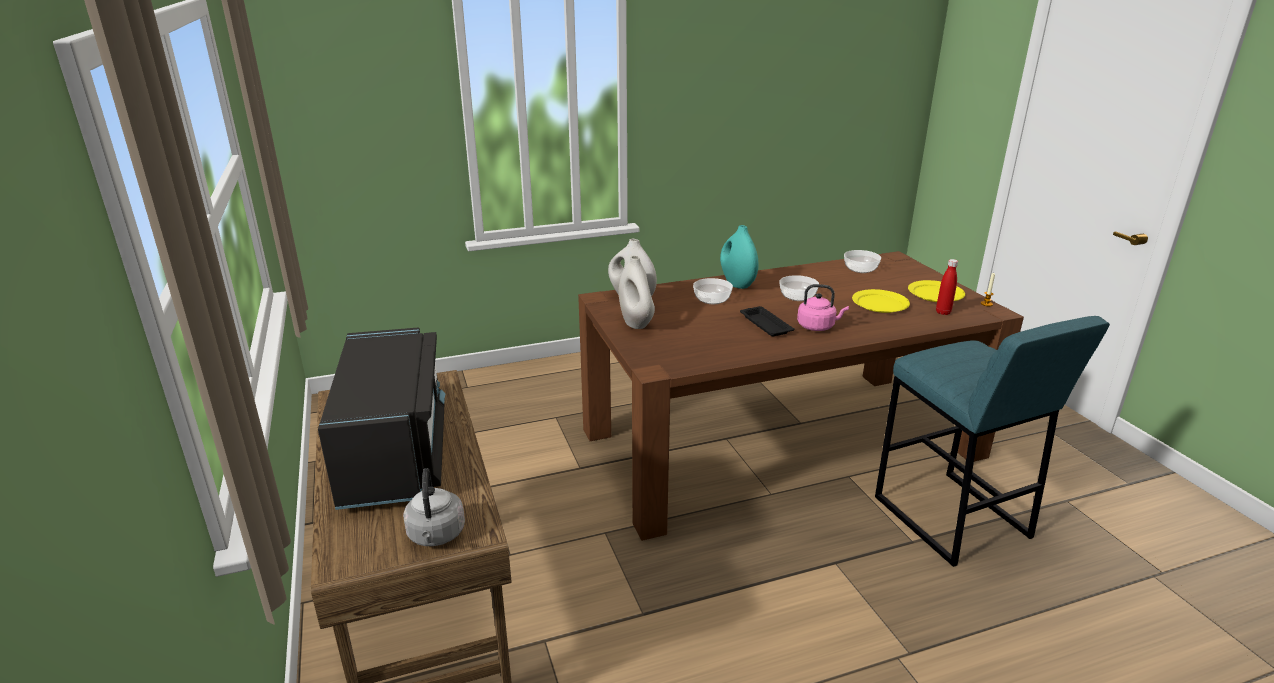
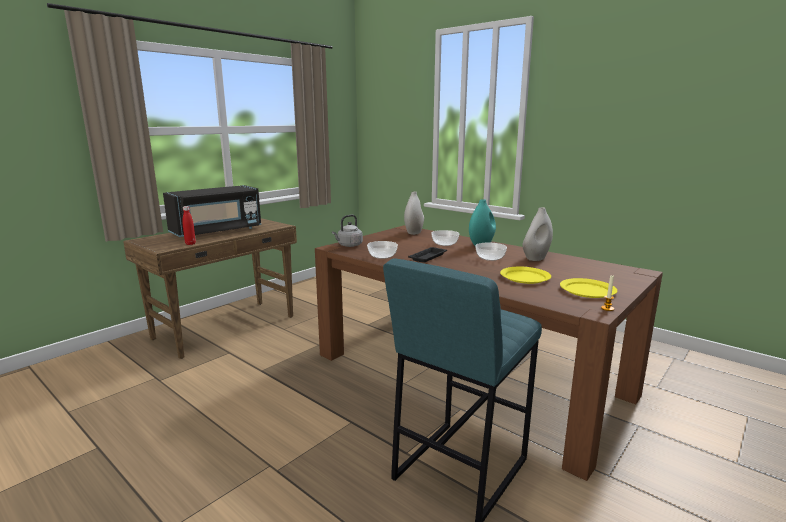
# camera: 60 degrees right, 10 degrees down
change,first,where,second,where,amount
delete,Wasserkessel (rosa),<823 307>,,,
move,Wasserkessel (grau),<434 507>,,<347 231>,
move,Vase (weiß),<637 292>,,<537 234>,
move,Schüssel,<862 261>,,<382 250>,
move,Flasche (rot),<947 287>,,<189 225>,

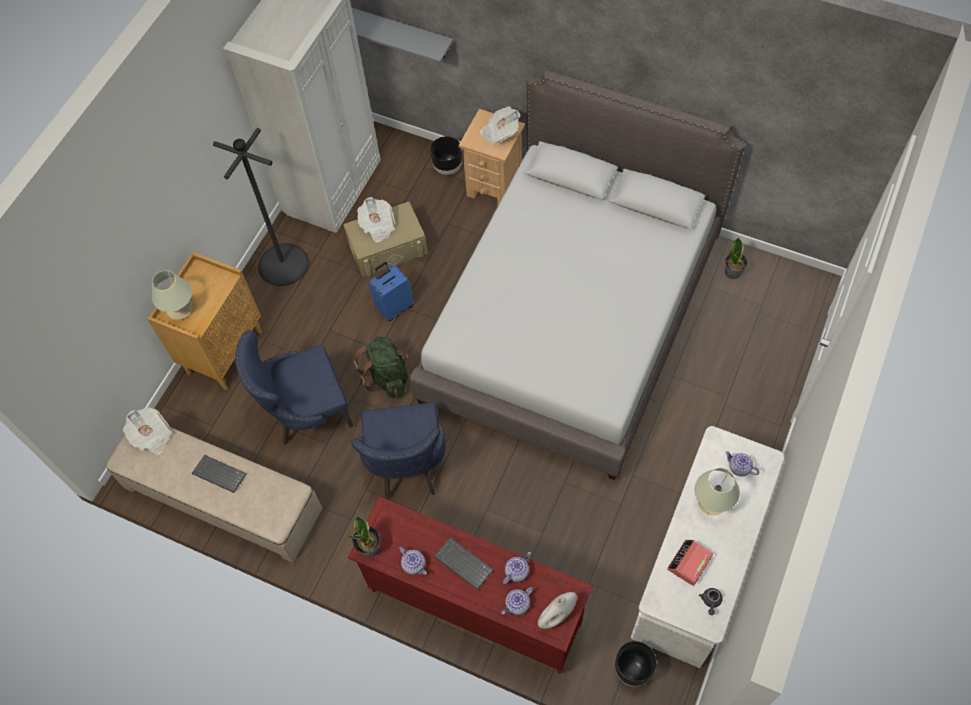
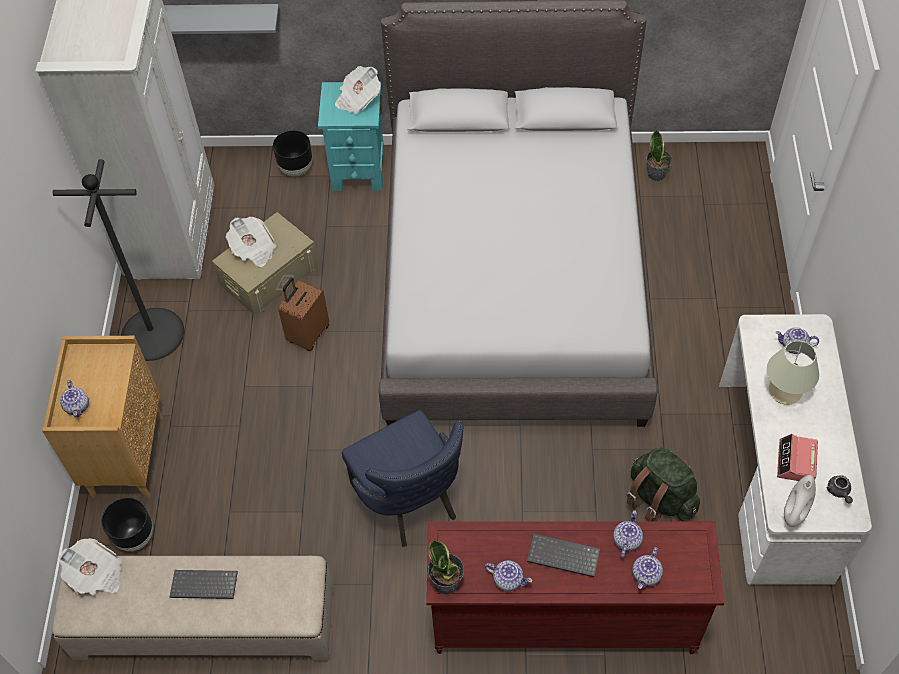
# camera: 25 degrees left, 5 degrees down
change,first,where,second,where,amount
delete,Stuhl (blau),<294 387>,,,
move,Rucksack (grün),<381 367>,,<663 484>,
move,Vase (weiß),<557 610>,,<800 501>,
move,Pflanzkübel (schwarz),<636 664>,,<127 524>,
replace,Tischlampe (beige),<172 295>,Teekanne,<74 399>,
recolor,Koffer (blau),<391 291>,Koffer (braun),<303 314>,
recolor,Nachttisch (beige),<492 158>,Nachttisch (türkis),<351 136>,

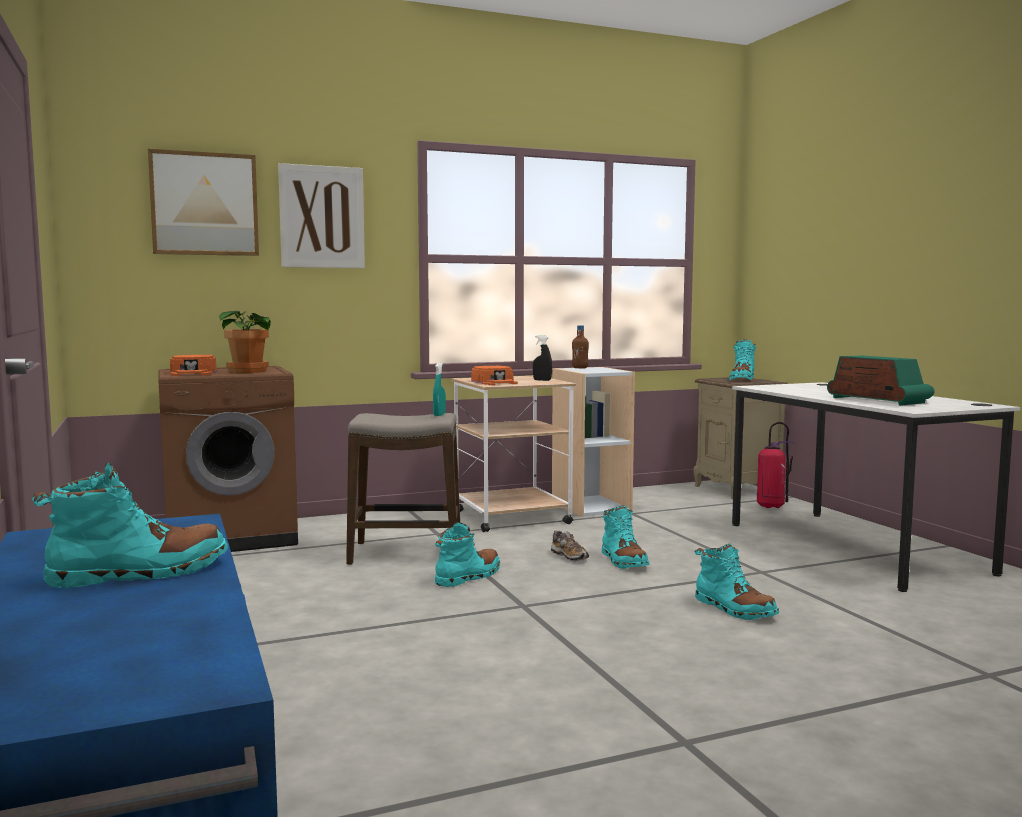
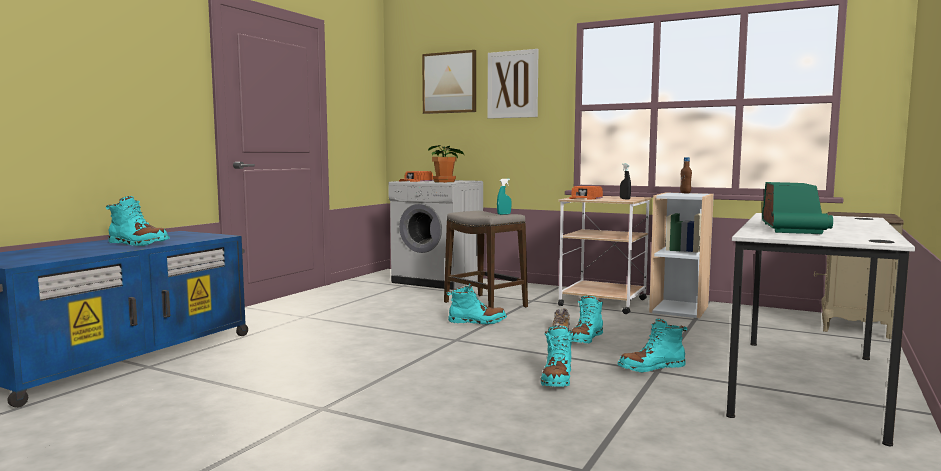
# camera: 50 degrees right, 0 degrees up
change,first,where,second,where,amount
delete,Feuerlöscher,<776 465>,,,
move,Stiefel (türkis),<742 359>,,<652 345>,
recolor,Waschmaschine (braun),<228 459>,Waschmaschine (weiß),<435 235>,

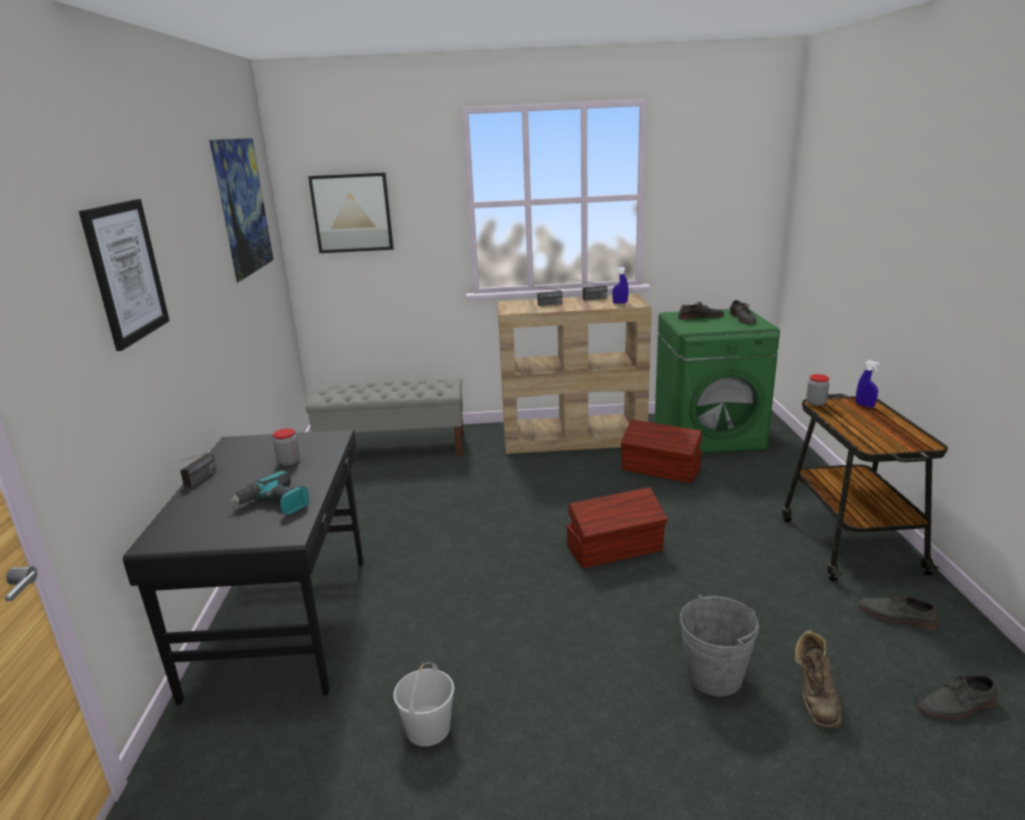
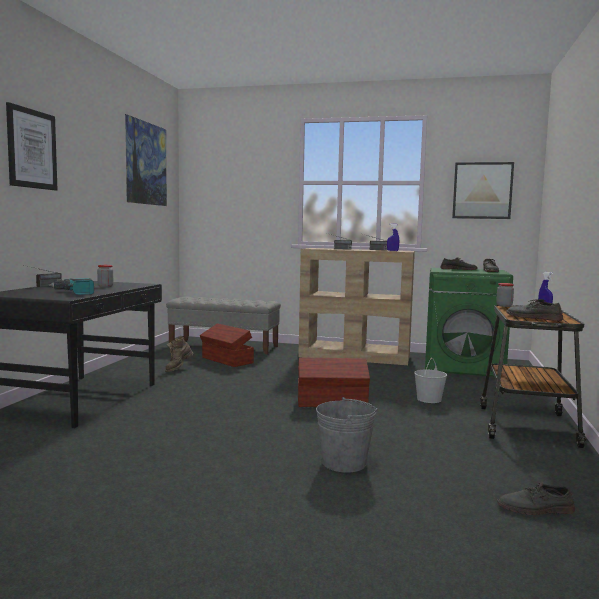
# camera: 15 degrees right, 15 degrees down
change,first,where,second,where,amount
move,Bild,<351 212>,,<483 190>,
move,Eimer (weiß),<424 704>,,<430 380>,
move,Aufbewahrungsbox (braun),<661 451>,,<227 345>,
move,Stiefel (braun),<818 679>,,<179 354>,
move,Schuh (grau),<898 612>,,<534 310>,

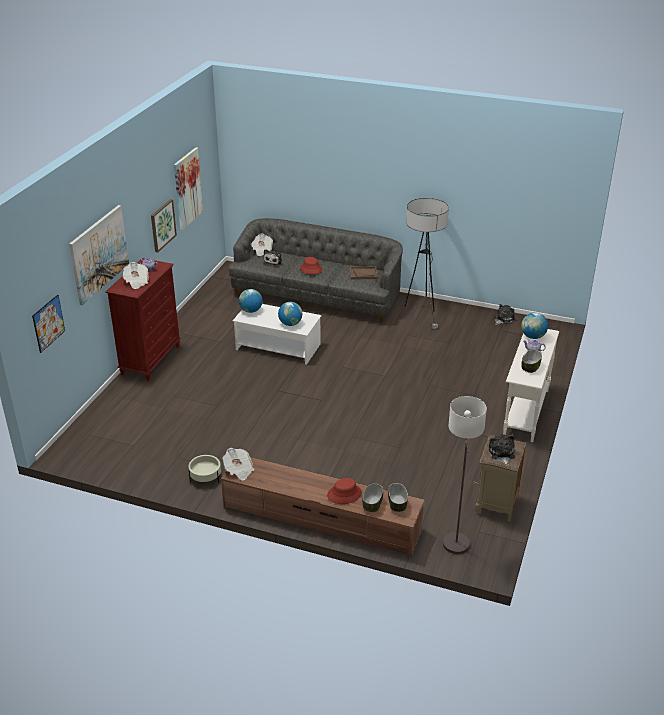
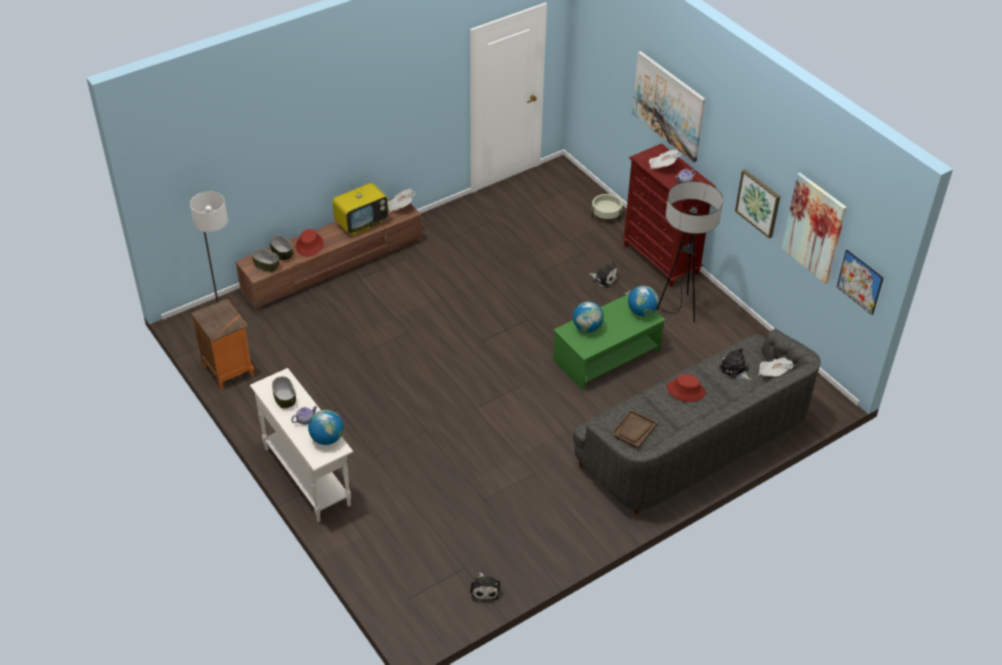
# camera: 125 degrees right, 10 degrees up
change,first,where,second,where,amount
insert,,,Fernseher,<360 206>,
move,Bild,<48 324>,,<860 282>,
move,Pflanzkübel (beige),<204 468>,,<607 207>,
move,Stehlampe,<426 263>,,<673 251>,
move,Plüschtier,<501 450>,,<603 275>,
recolor,Couchtisch (weiß),<277 334>,Couchtisch (grün),<609 341>,
recolor,Nachttisch (beige),<499 478>,Nachttisch (orange),<222 344>,

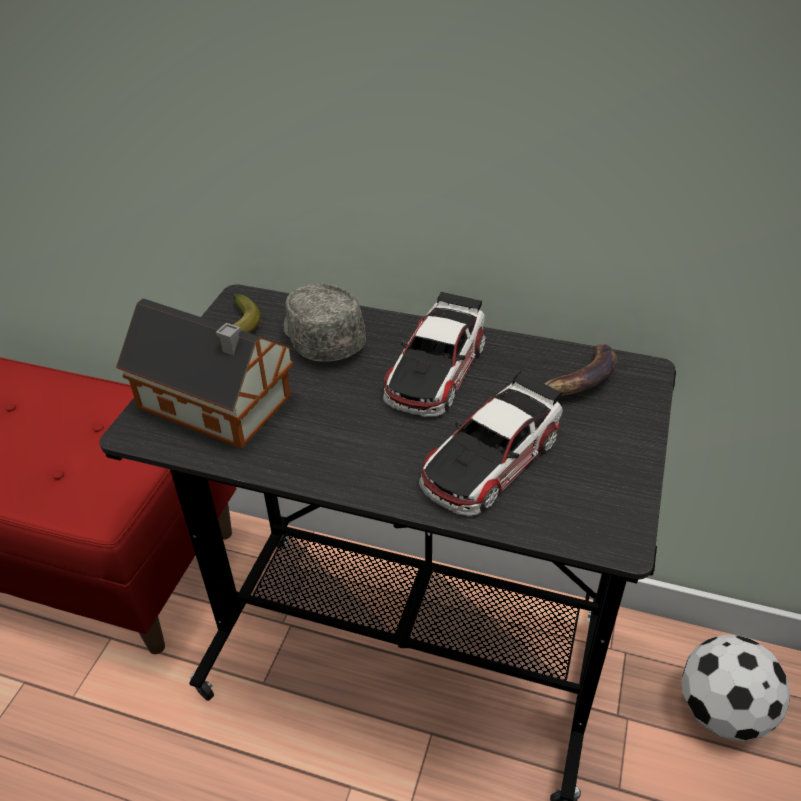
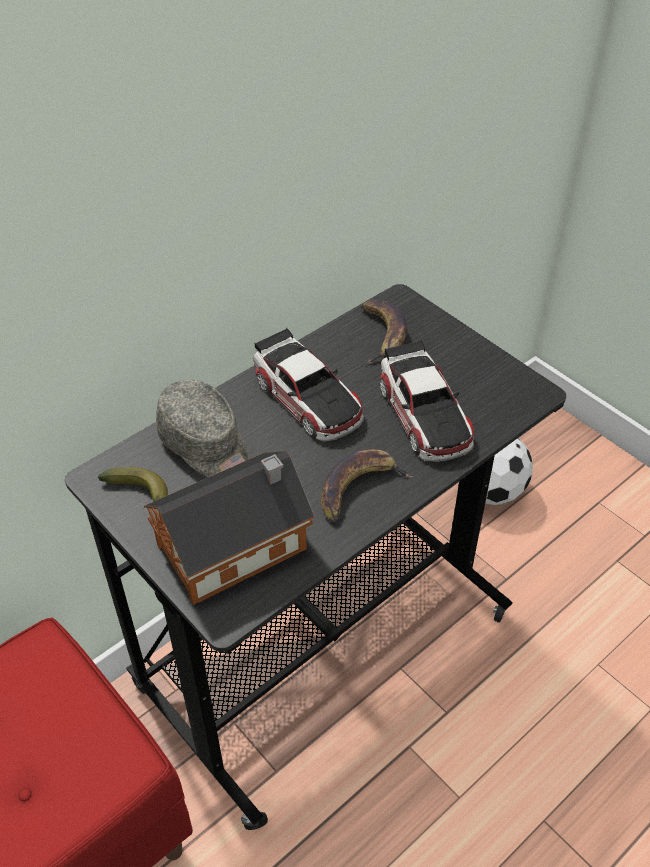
# camera: 60 degrees left, 5 degrees up
change,first,where,second,where,amount
insert,,,Banane,<367 485>,
rotate,Kappe (grau),<325 322>,,<203 428>,135 degrees counterclockwise

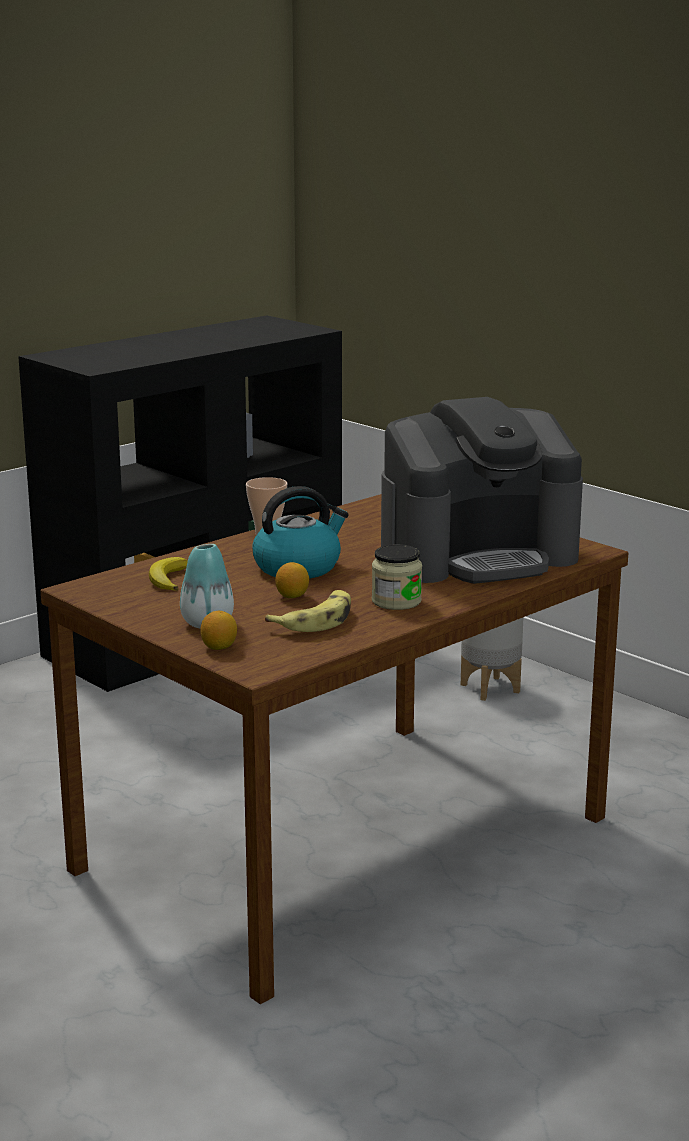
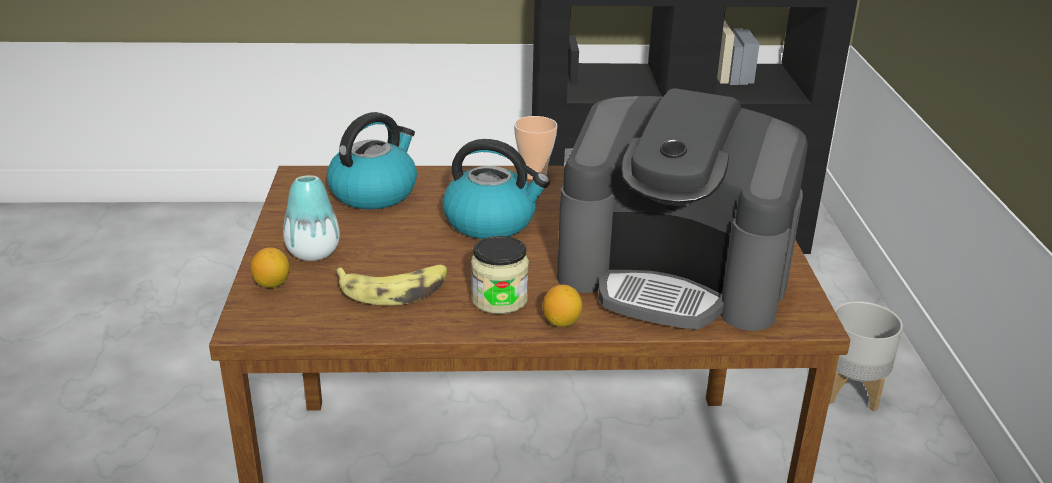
# camera: 40 degrees right, 10 degrees up
change,first,where,second,where,amount
move,Zitrone,<292 580>,,<562 306>,
replace,Banane,<168 574>,Wasserkessel,<372 160>,

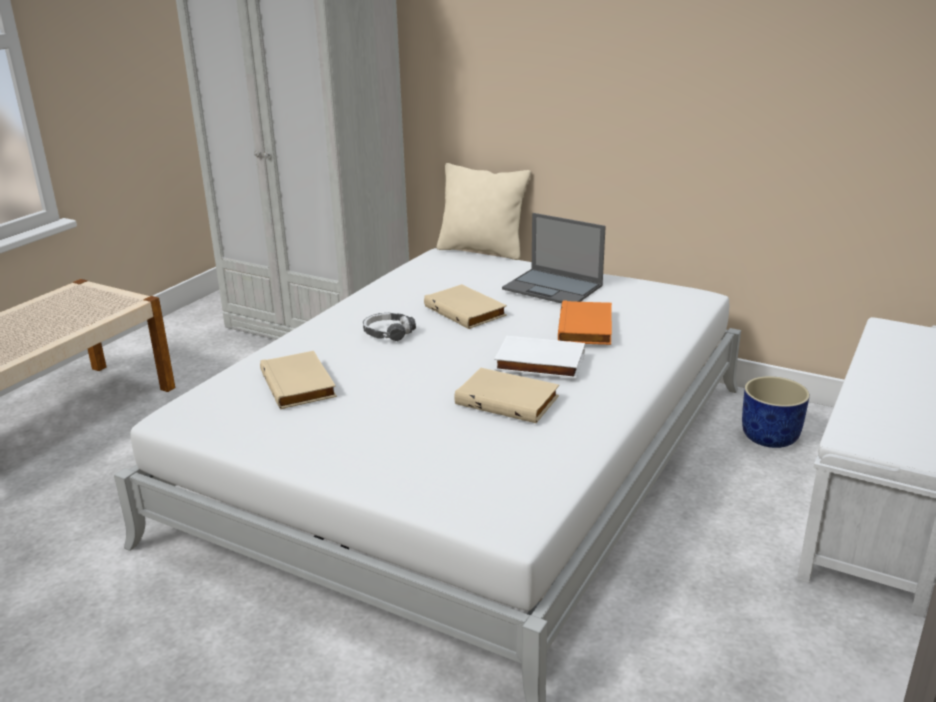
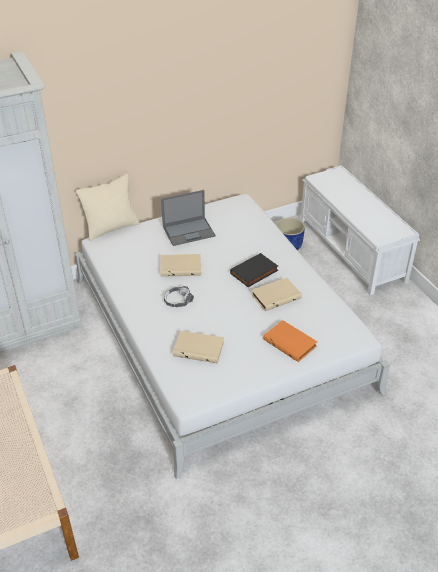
# camera: 55 degrees left, 15 degrees up
change,first,where,second,where,amount
move,Buch (orange),<585 322>,,<290 341>,
recolor,Buch (weiß),<539 357>,Buch (schwarz),<254 270>,

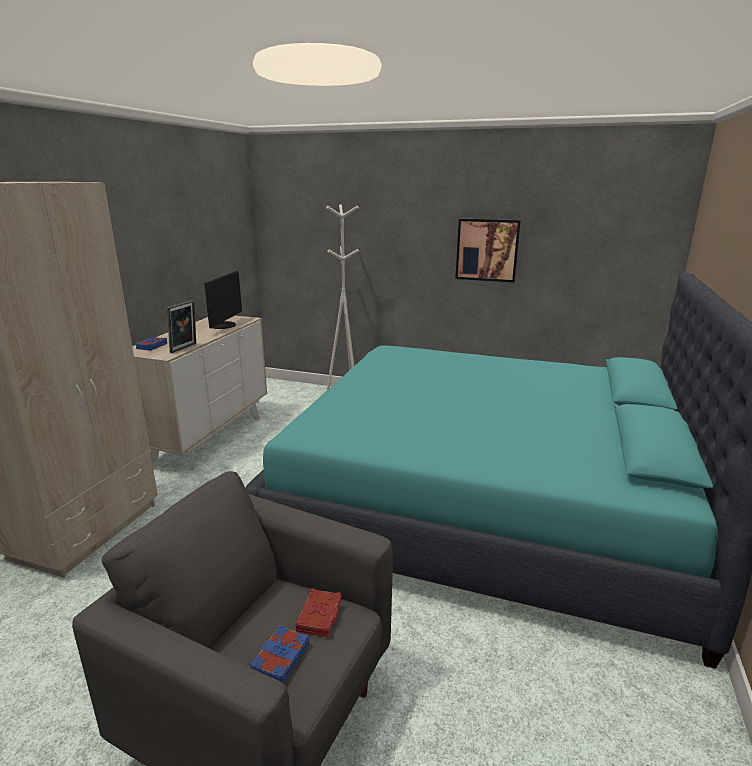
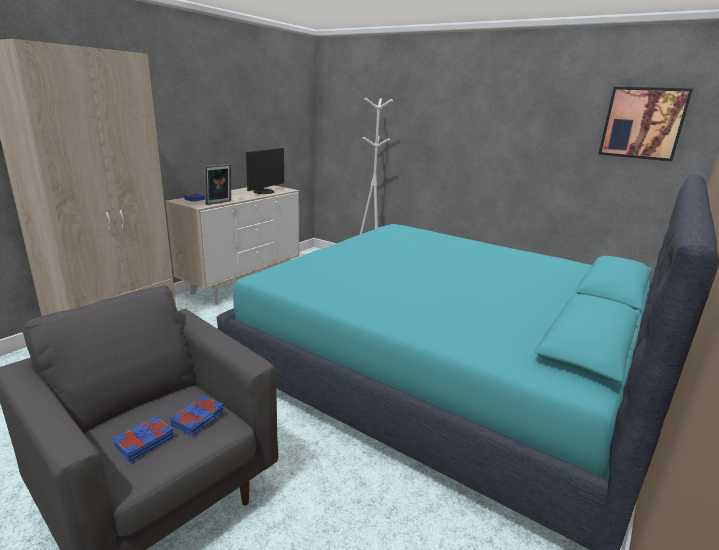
# camera: 15 degrees right, 0 degrees up
change,first,where,second,where,amount
move,Bild,<488 251>,,<645 124>,
recolor,Buch (rot),<318 613>,Buch (blau),<197 415>,

